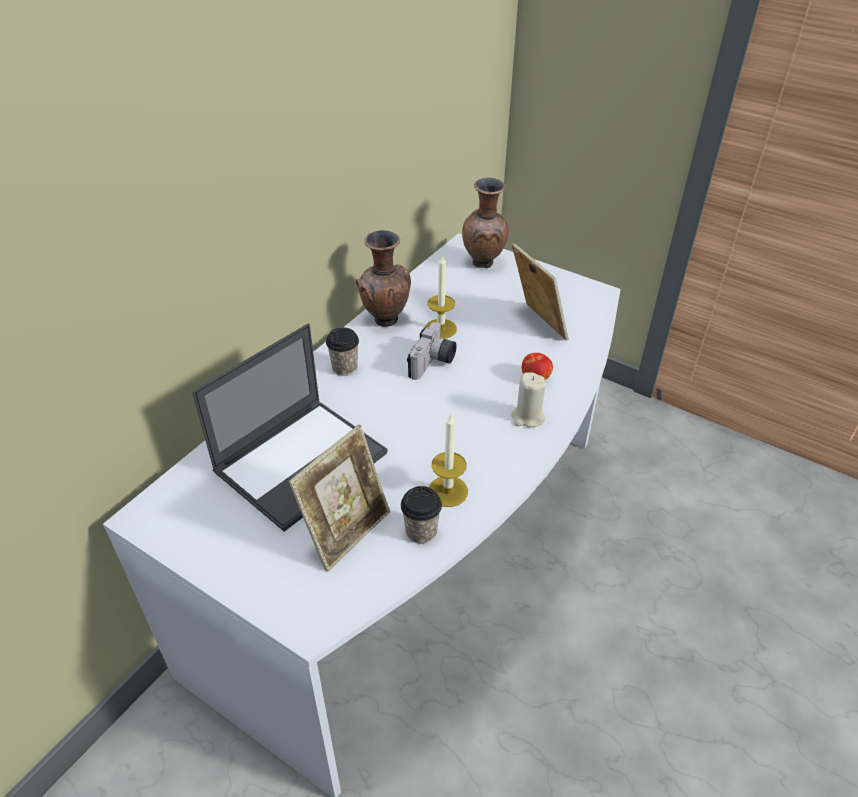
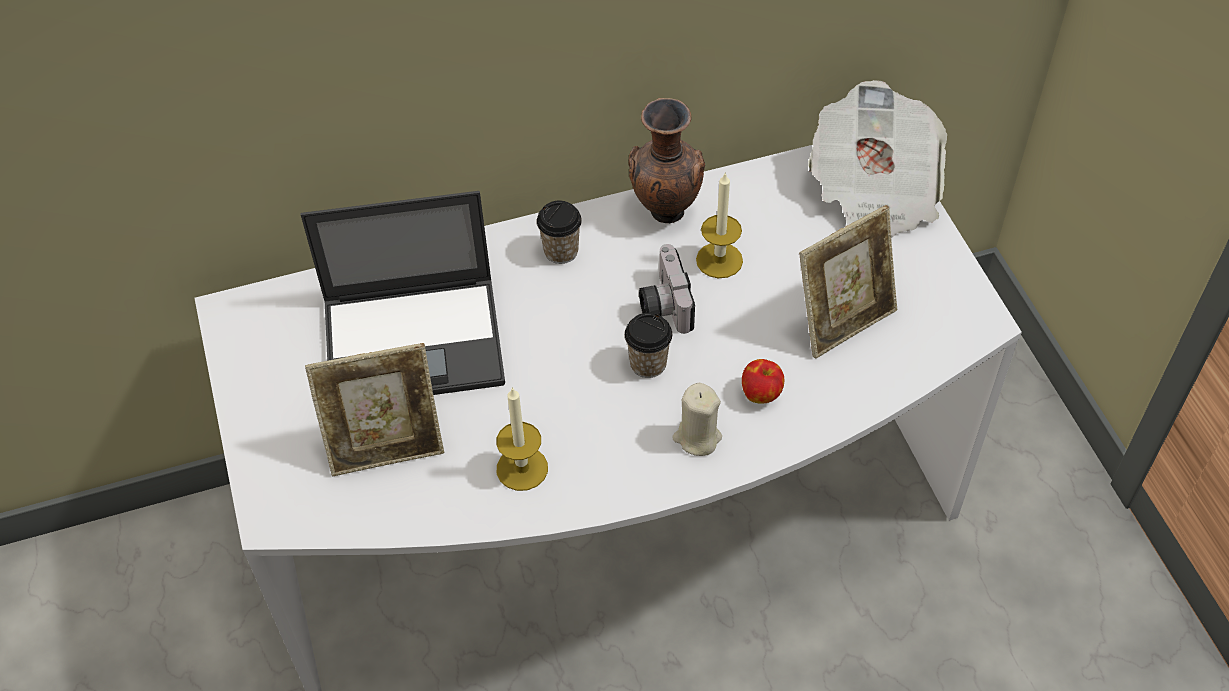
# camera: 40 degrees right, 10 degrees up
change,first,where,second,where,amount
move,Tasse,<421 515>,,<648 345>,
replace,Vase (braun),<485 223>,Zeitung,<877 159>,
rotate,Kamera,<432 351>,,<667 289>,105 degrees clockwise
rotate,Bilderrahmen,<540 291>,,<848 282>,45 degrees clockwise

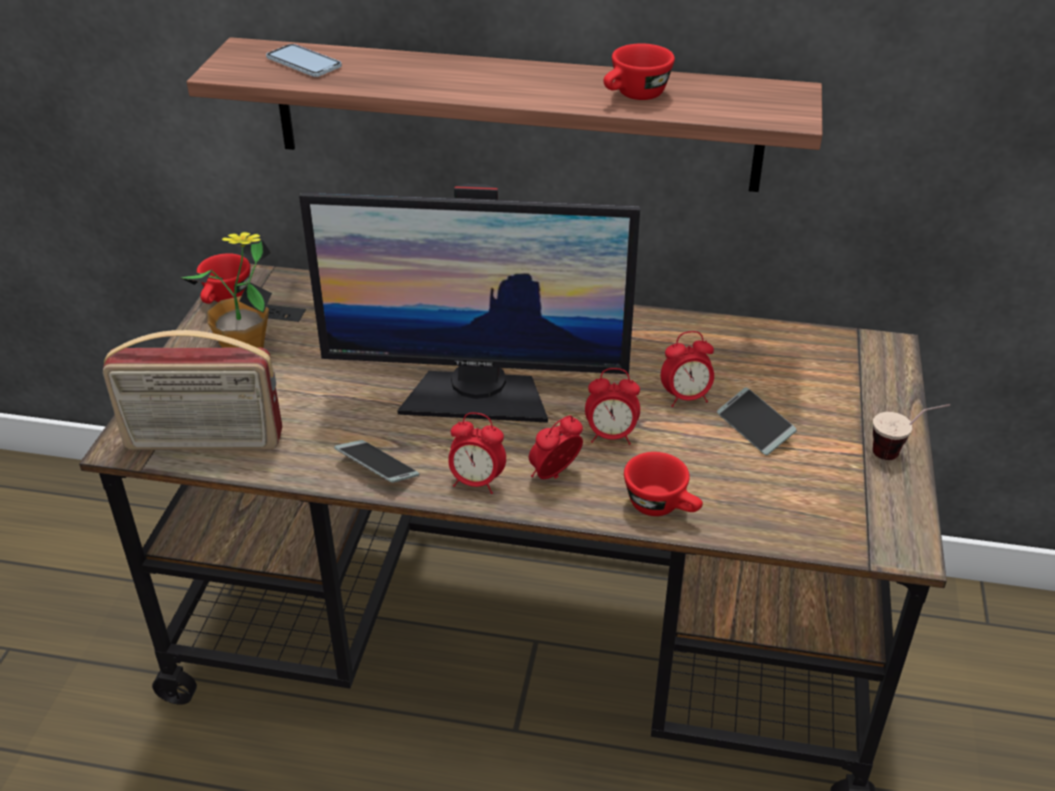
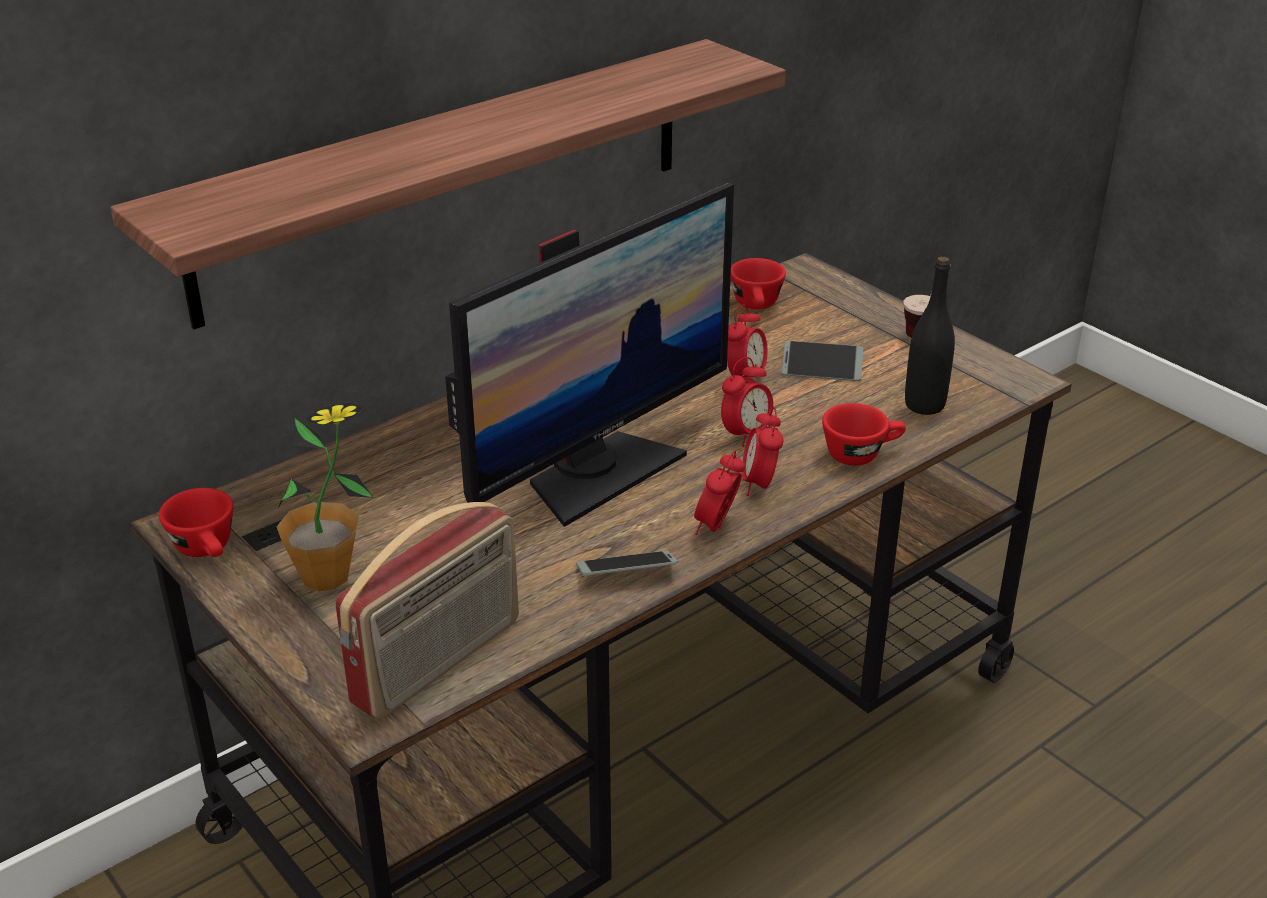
# camera: 50 degrees left, 5 degrees down
change,first,where,second,where,amount
delete,Handy,<304 60>,,,
insert,,,Flasche (schwarz),<930 336>,
move,Tasse (rot),<639 71>,,<758 283>,
rotate,Wecker,<477 453>,,<719 493>,150 degrees clockwise

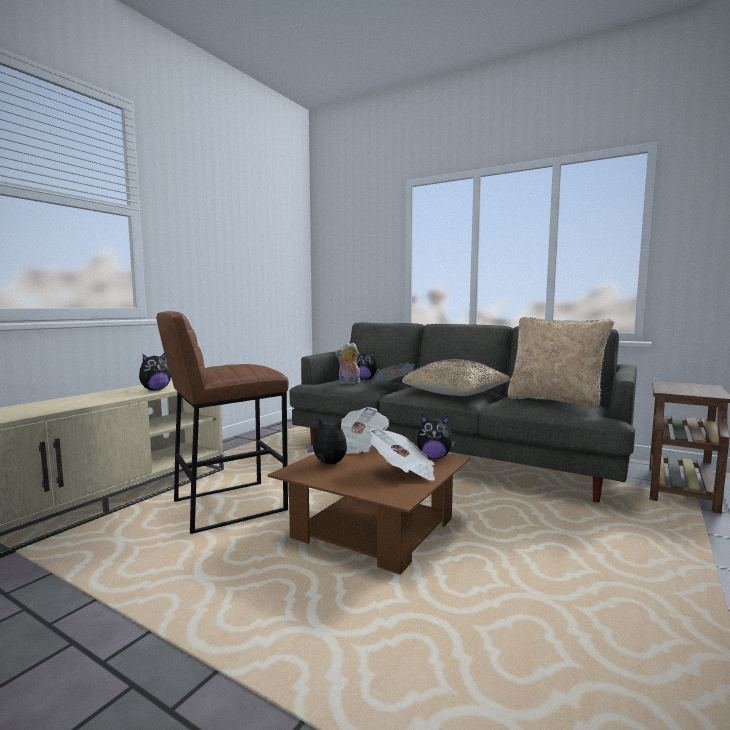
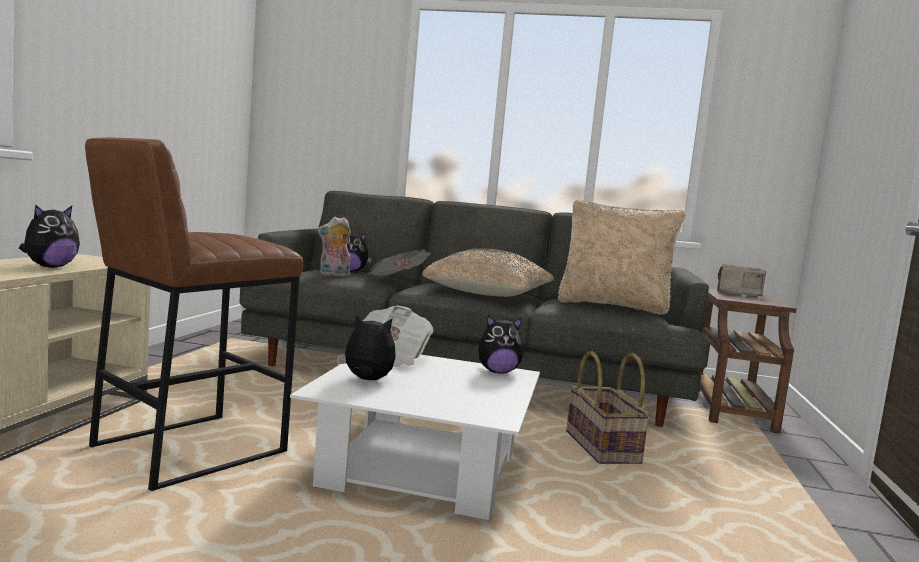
# camera: 20 degrees left, 0 degrees up
change,first,where,second,where,amount
delete,Zeitung,<402 454>,,,
insert,,,Korb,<608 407>,
insert,,,Radio,<741 280>,
recolor,Couchtisch (braun),<369 510>,Couchtisch (weiß),<415 437>,

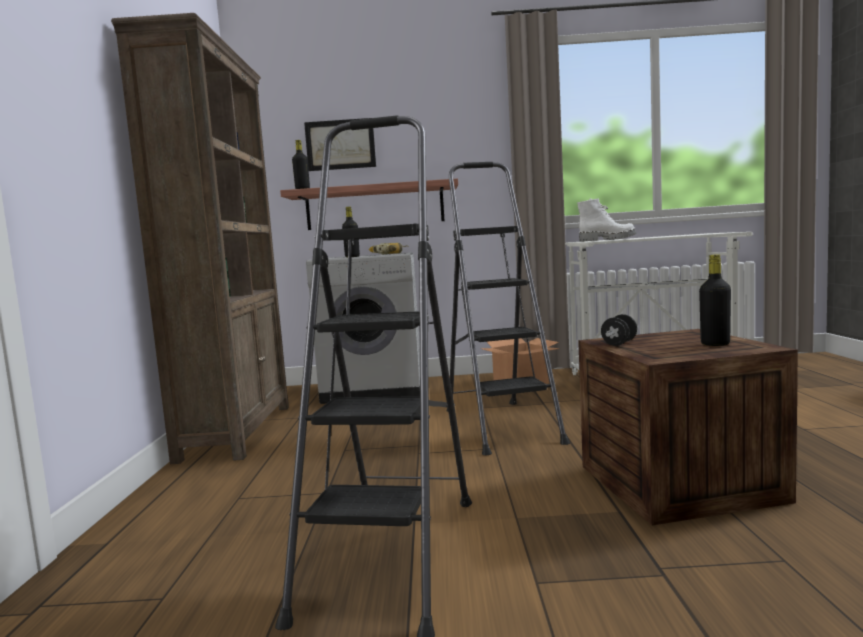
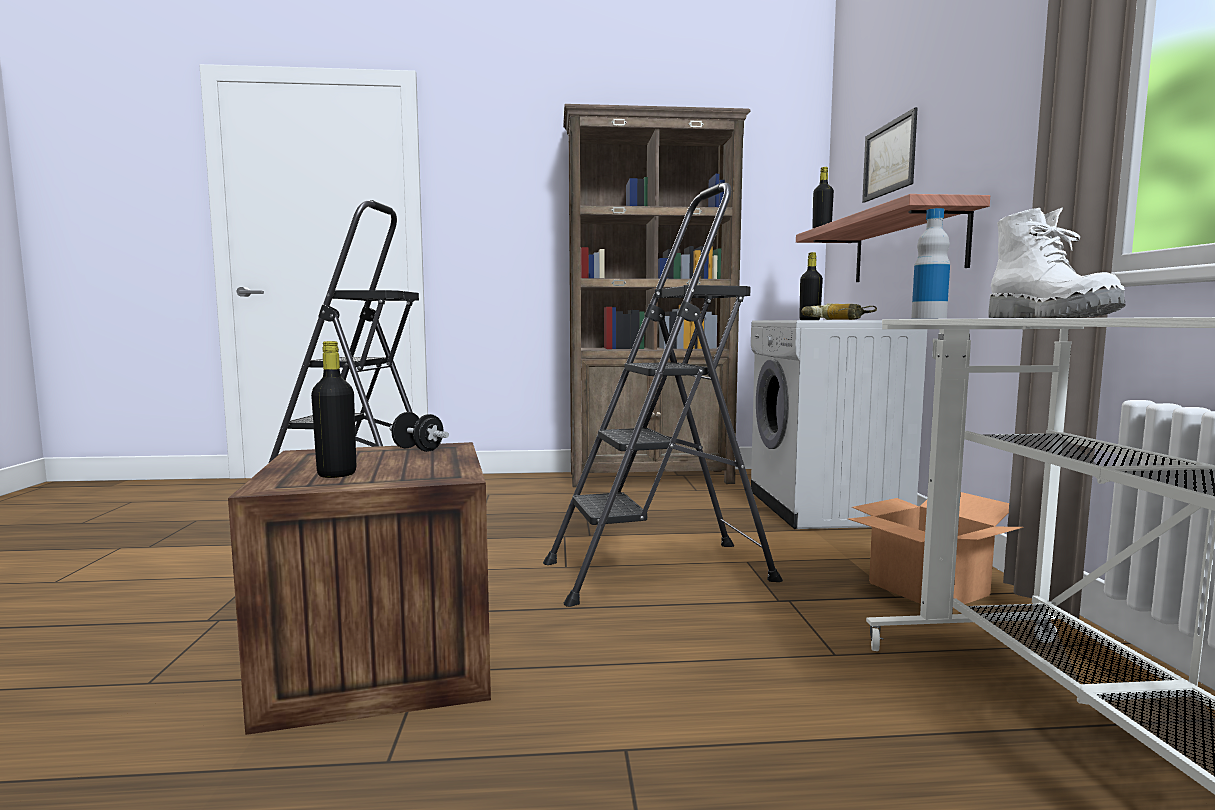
# camera: 85 degrees right, 0 degrees up
change,first,where,second,where,amount
insert,,,Flasche,<930 263>,

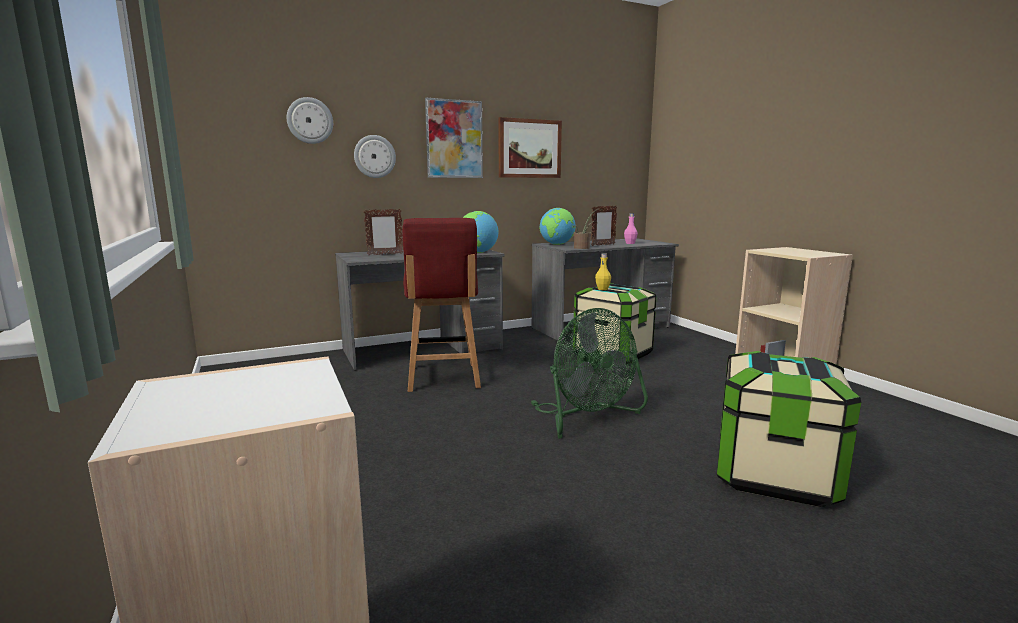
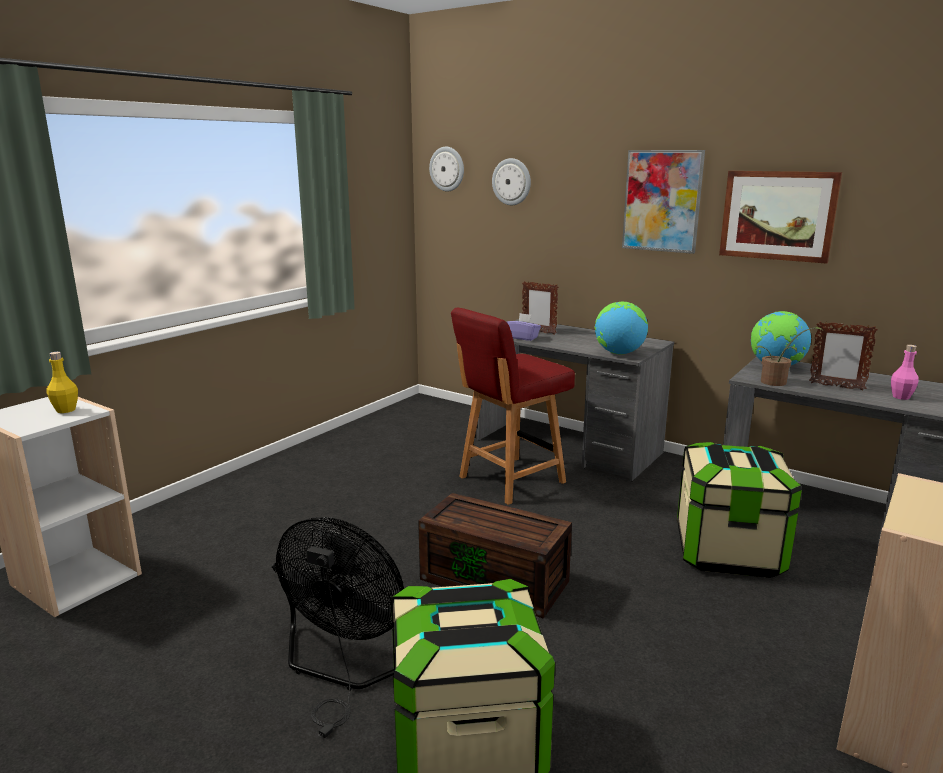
# camera: 60 degrees right, 5 degrees up
change,first,where,second,where,amount
insert,,,Ventilator (schwarz),<338 627>,
insert,,,Taschentuchbox (lila),<524 327>,
move,Wanduhr,<375 156>,,<446 169>,
move,Flasche (gelb),<603 271>,,<62 382>,
replace,Ventilator (grün),<589 373>,Aufbewahrungsbox (braun),<495 556>,

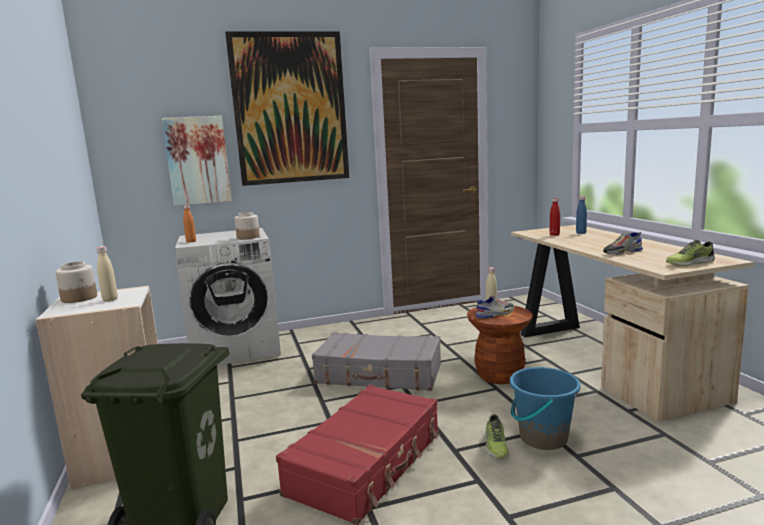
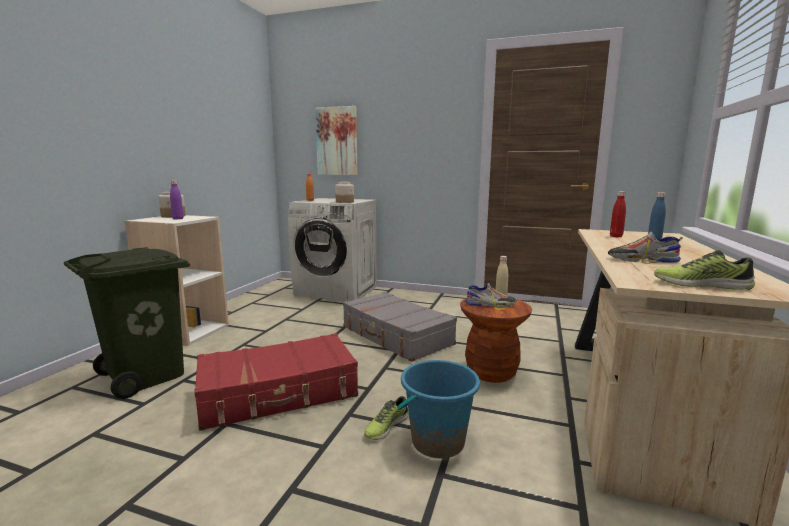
# camera: 35 degrees right, 0 degrees up
change,first,where,second,where,amount
delete,Bild,<287 108>,,,
recolor,Flasche (beige),<107 274>,Flasche (lila),<176 200>,

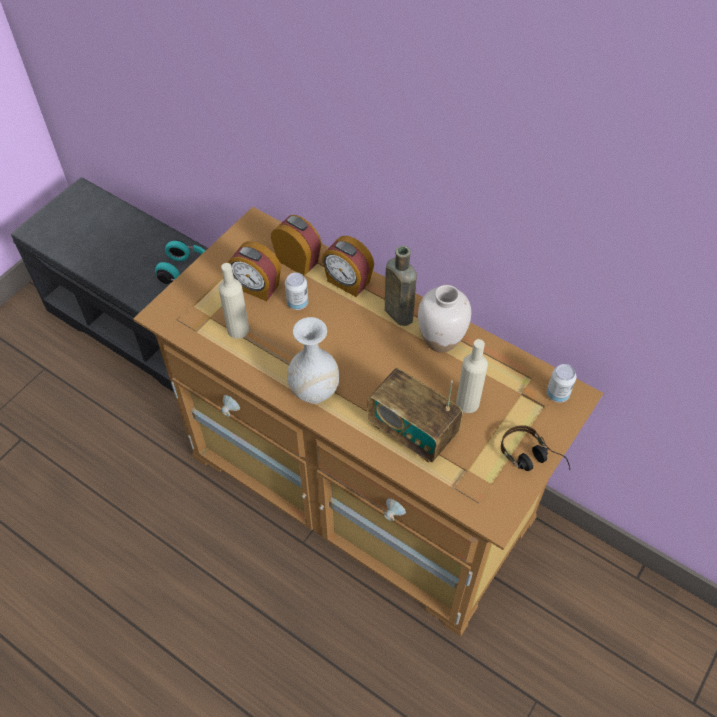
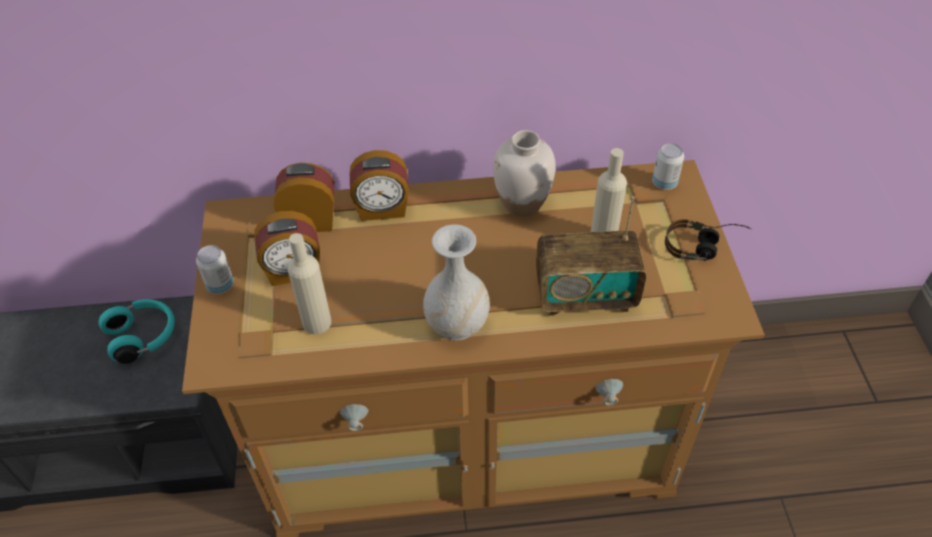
# camera: 40 degrees left, 5 degrees down
change,first,where,second,where,amount
delete,Flasche (braun),<401 286>,,,
move,Dose,<296 291>,,<215 269>,

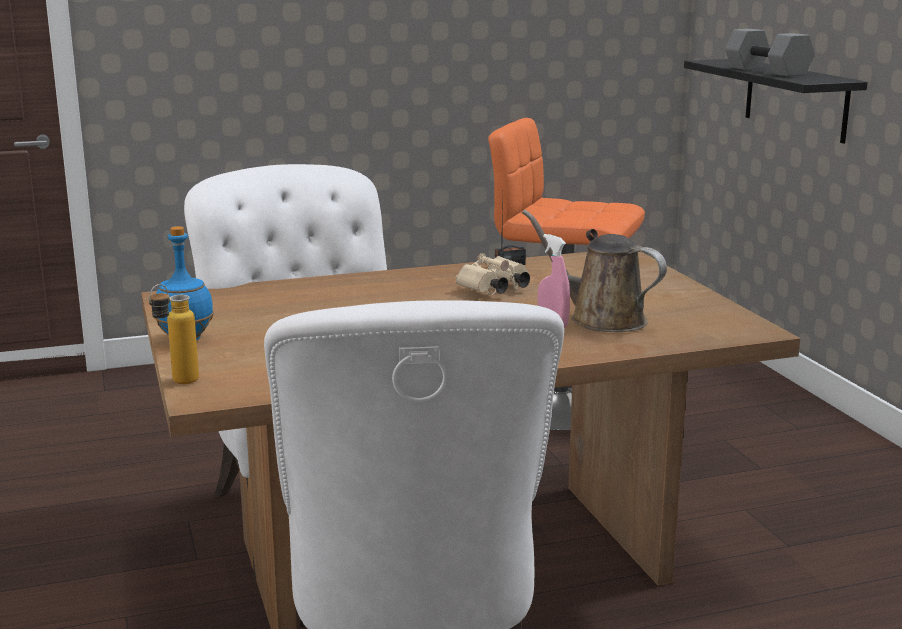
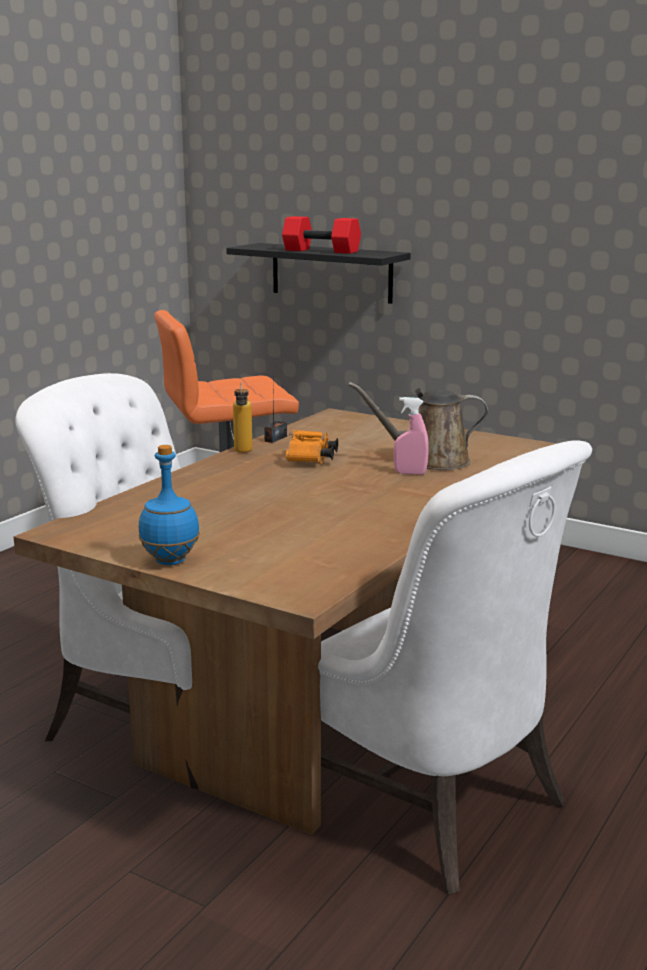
# camera: 40 degrees left, 0 degrees up
change,first,where,second,where,amount
move,Flasche,<174 334>,,<242 417>,
recolor,Fernglas (beige),<493 274>,Fernglas (orange),<312 446>,
recolor,Hantel (grau),<770 53>,Hantel (rot),<321 235>,

